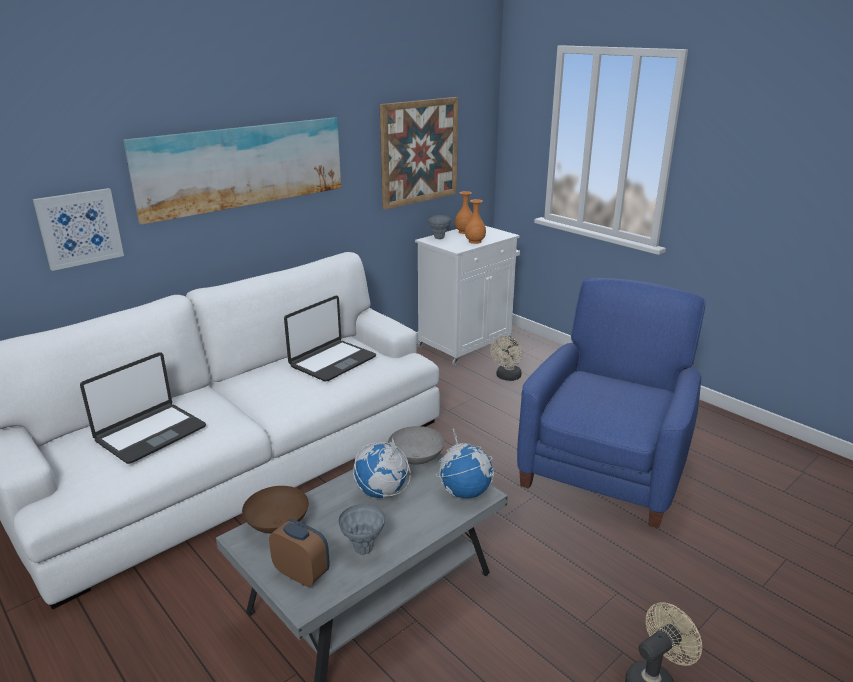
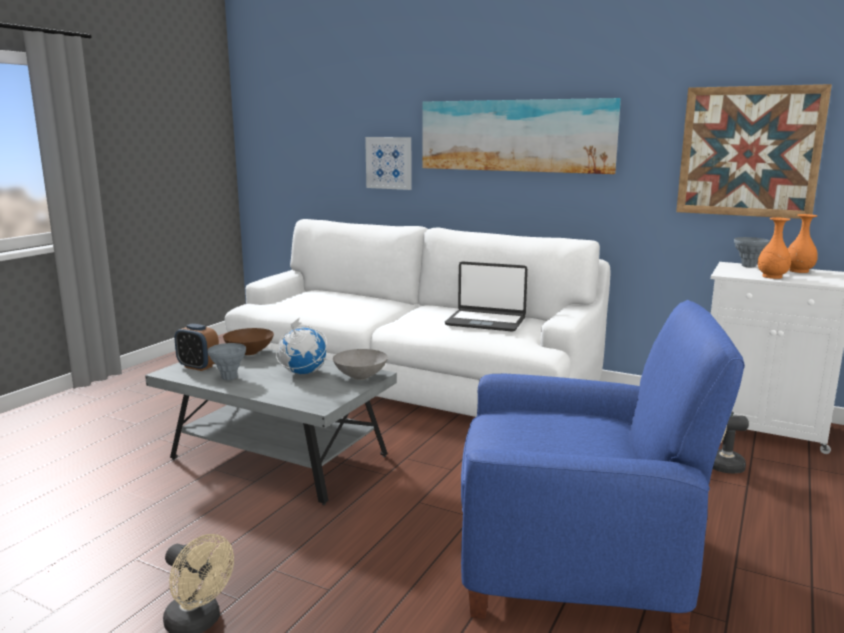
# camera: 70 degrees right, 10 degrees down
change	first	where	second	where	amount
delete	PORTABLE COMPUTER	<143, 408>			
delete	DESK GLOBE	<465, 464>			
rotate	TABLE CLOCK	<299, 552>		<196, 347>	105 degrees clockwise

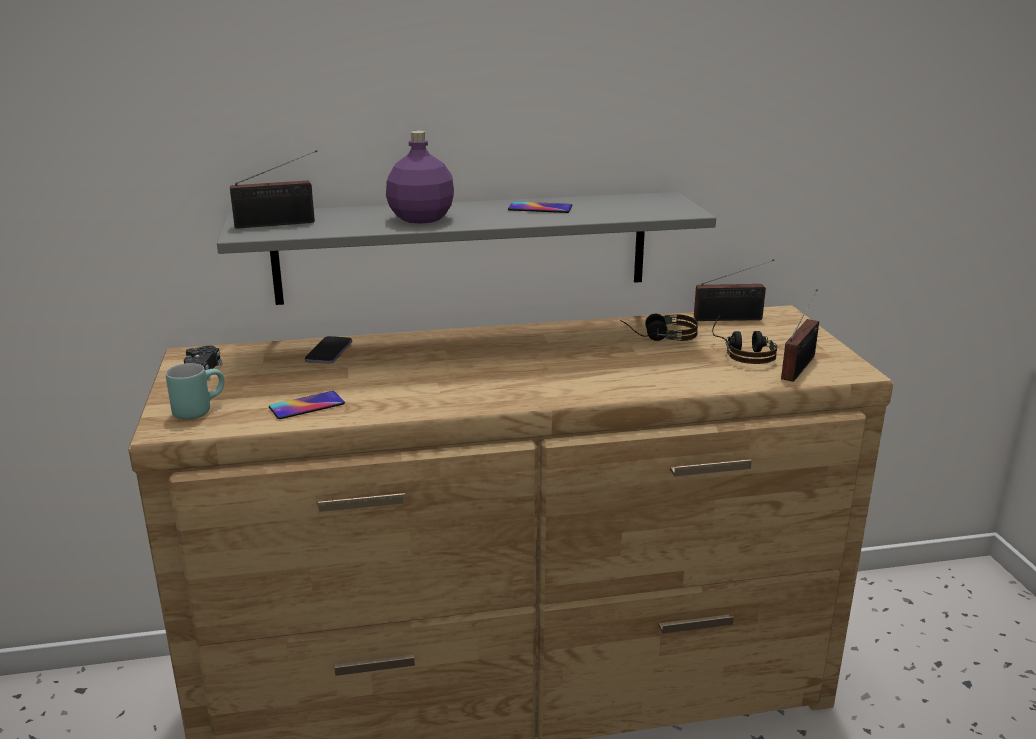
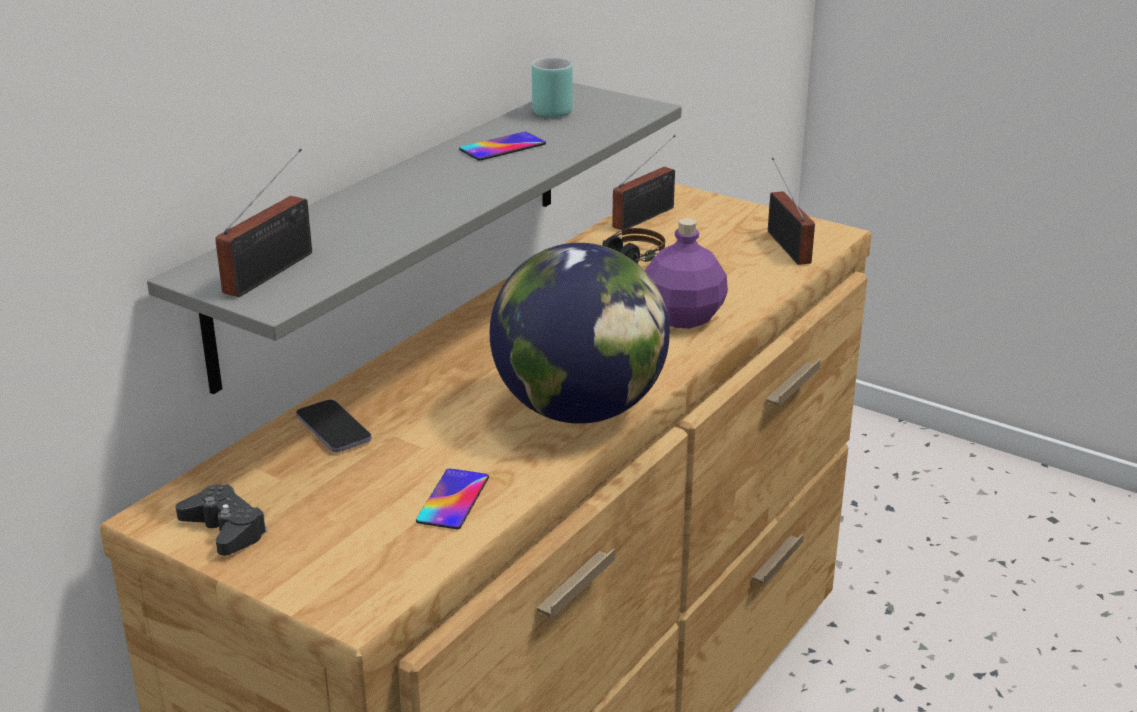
# camera: 45 degrees left, 5 degrees up
change	first	where	second	where	amount
move	PURPLE-COLOURED BEVERAGE BOTTLE	<420, 177>		<686, 273>	
delete	HEADPHONES	<745, 339>			
move	TURQUOISE TEA MUG	<195, 391>		<552, 87>	
insert			DESK GLOBE	<580, 333>	

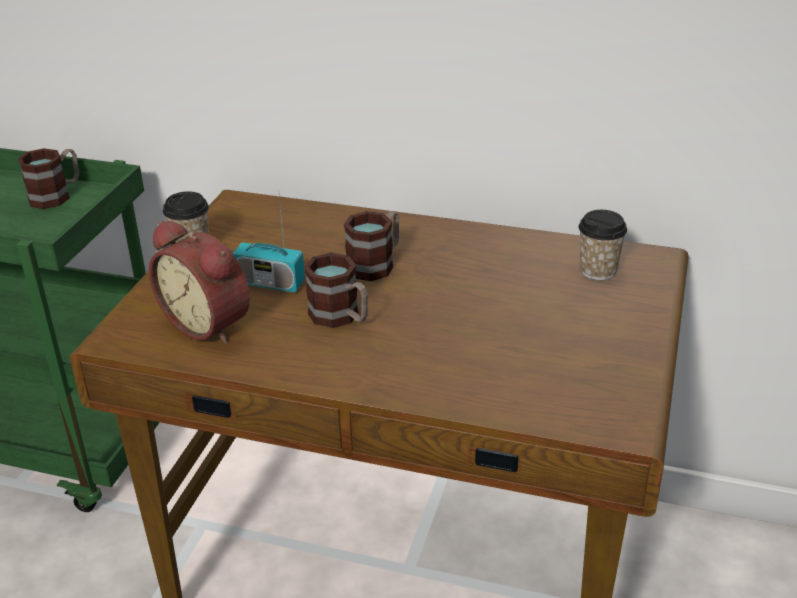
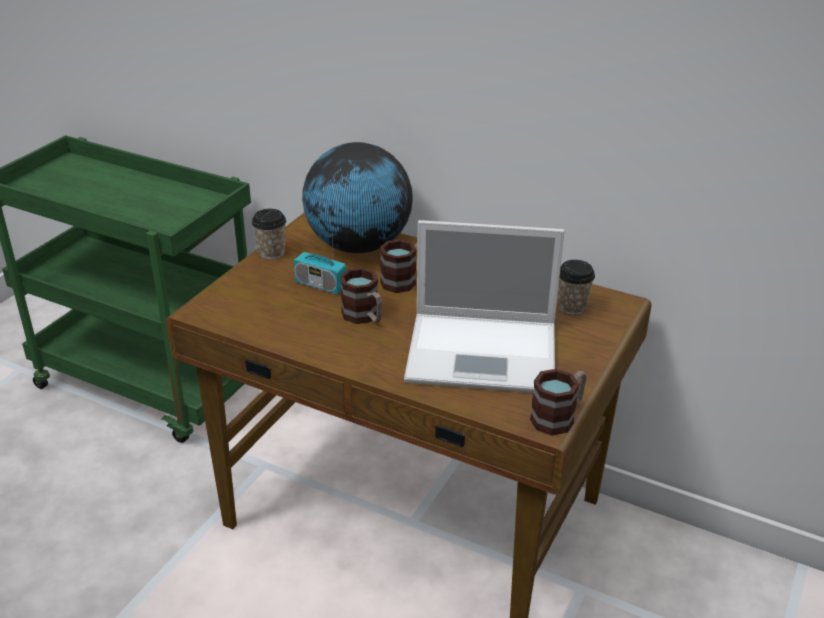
# camera: 10 degrees right, 0 degrees up
change	first	where	second	where	amount
move	TEA MUG	<48, 178>		<558, 402>	
delete	TABLE CLOCK	<199, 282>			
insert			DESK GLOBE	<357, 197>	
insert			PORTABLE COMPUTER	<484, 306>	

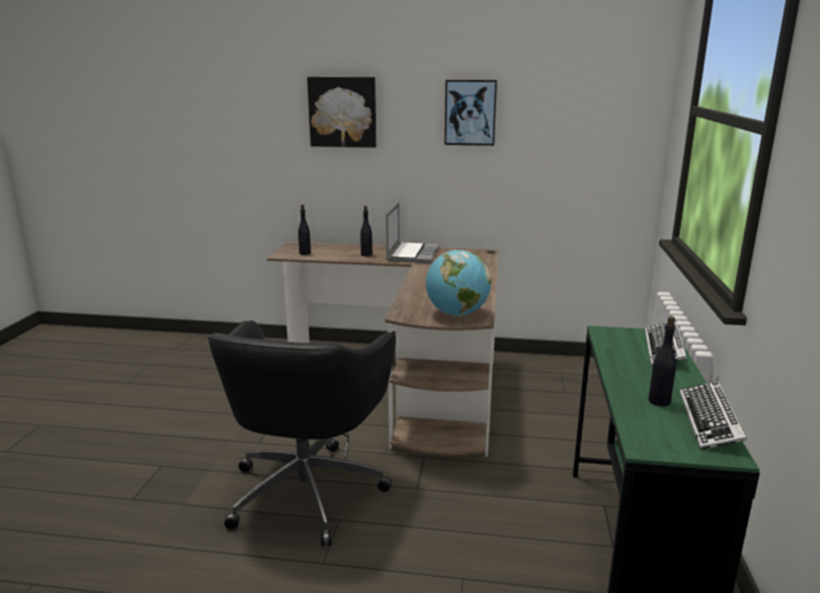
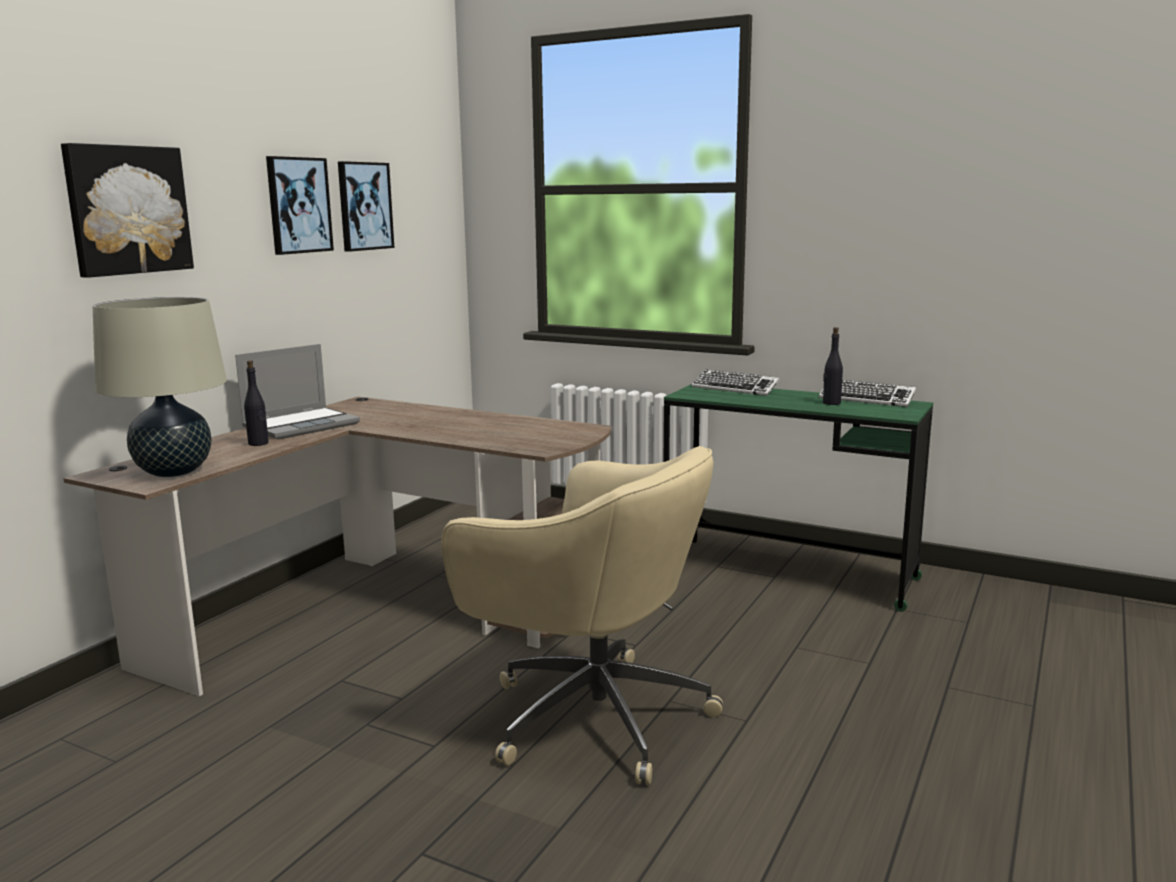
# camera: 70 degrees left, 5 degrees down
change	first	where	second	where	amount
rotate	PORTABLE COMPUTER	<412, 232>		<297, 392>	105 degrees clockwise
replace	BLACKISH BEVERAGE BOTTLE	<304, 230>	SAND-COLOURED LAMP FOR A TABLE	<160, 387>	
delete	DESK GLOBE	<458, 283>			
recolor	BLACKISH OFFICE CHAIR	<302, 433>	SAND-COLOURED OFFICE CHAIR	<582, 615>	
insert			WALL ART	<366, 206>	

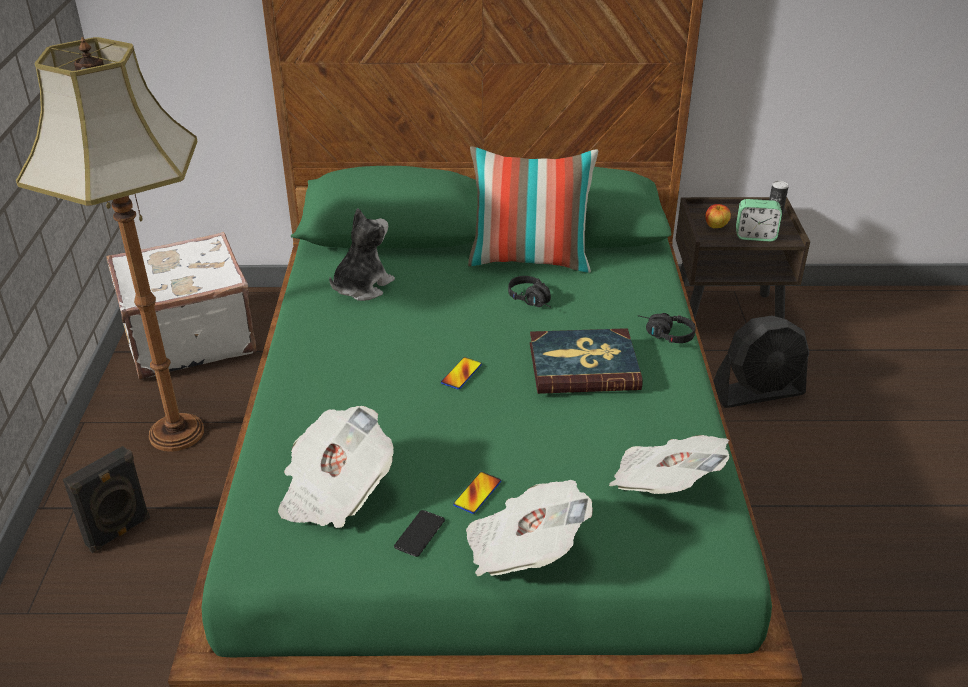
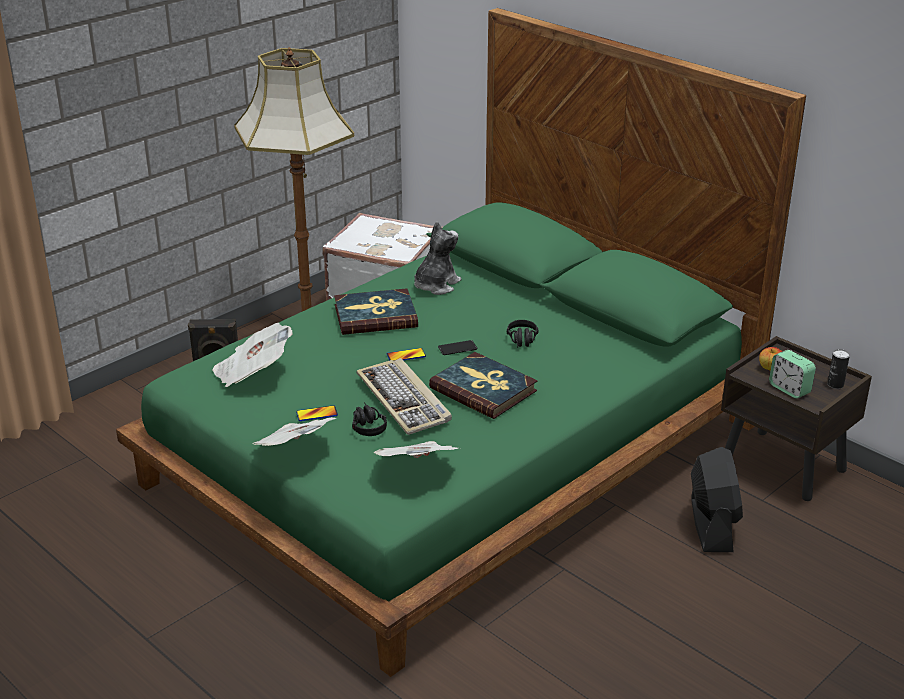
# camera: 45 degrees right, 5 degrees down
change	first	where	second	where	amount
delete	PILLOW	<533, 209>			
rotate	CUDDLY TOY	<362, 254>		<438, 258>	45 degrees counterclockwise
move	BLACKISH HEADPHONES	<667, 328>		<369, 419>	
rotate	BLACKISH ELECTRIC FAN	<761, 362>		<717, 499>	120 degrees counterclockwise
move	PHONE	<419, 533>		<457, 347>	
insert			BOOK	<376, 311>	
insert			KEYBOARD	<404, 396>	

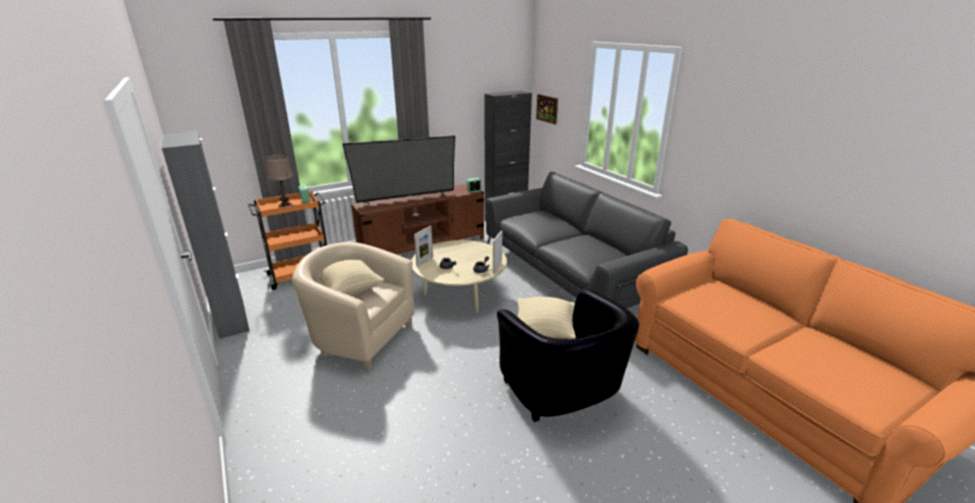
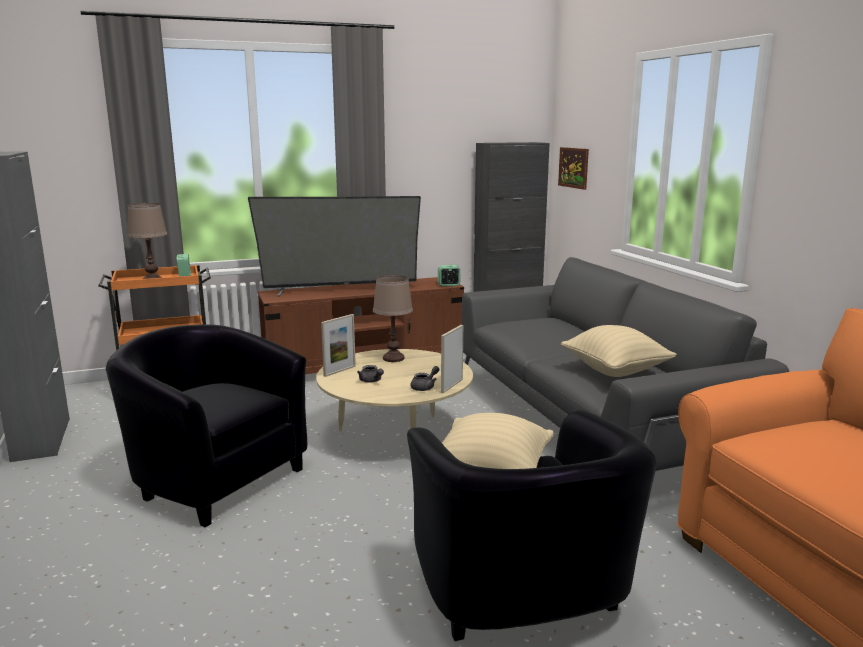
# camera: 10 degrees right, 10 degrees down
change	first	where	second	where	amount
recolor	SAND-COLOURED LOUNGE CHAIR	<353, 306>	BLACKISH LOUNGE CHAIR	<206, 426>	
move	SAND-COLOURED PILLOW	<351, 278>		<619, 351>	
insert			BROWN-COLOURED LAMP FOR A TABLE	<393, 318>	

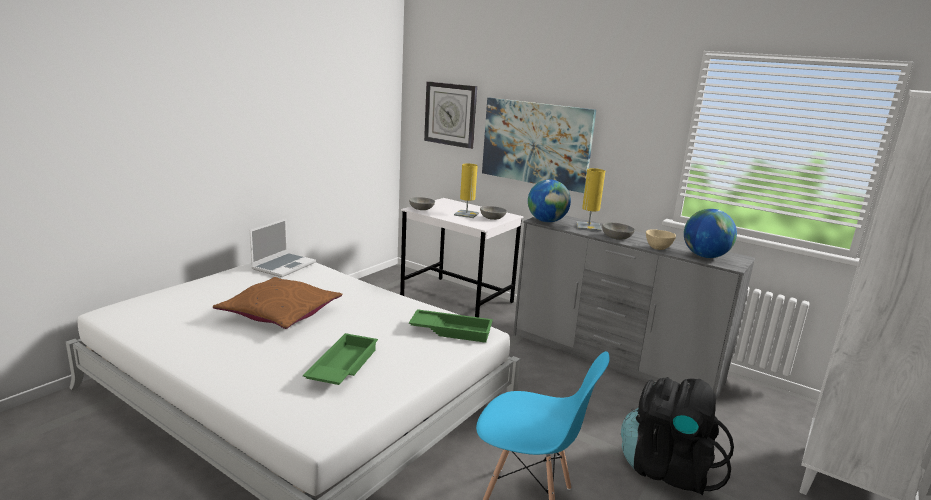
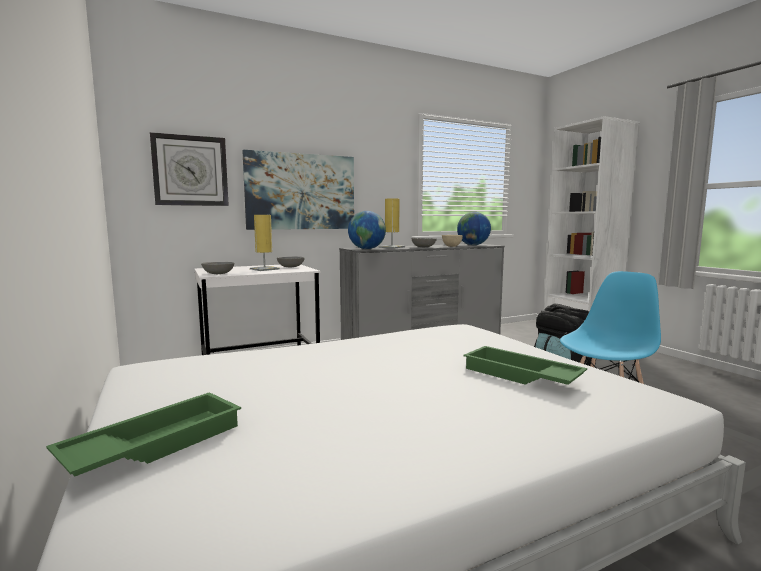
# camera: 60 degrees left, 10 degrees down
change	first	where	second	where	amount
delete	PORTABLE COMPUTER	<283, 248>			
delete	BROWN-COLOURED PILLOW	<277, 303>			
move	GREEN SERVING TRAY	<451, 326>		<143, 434>	

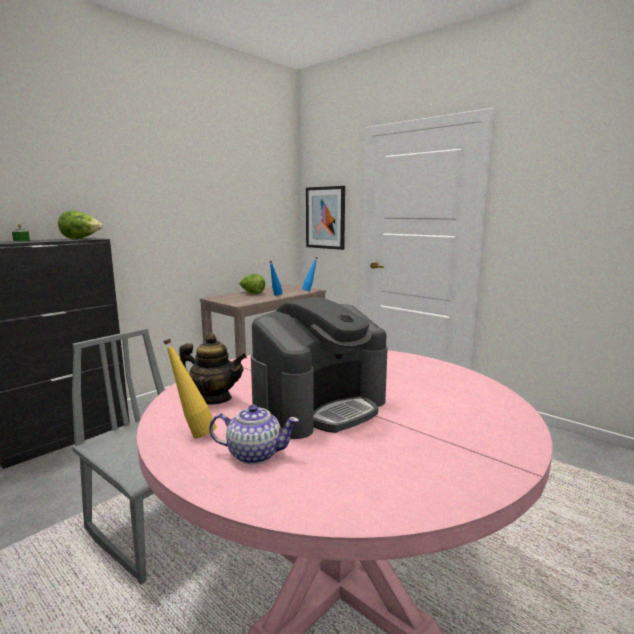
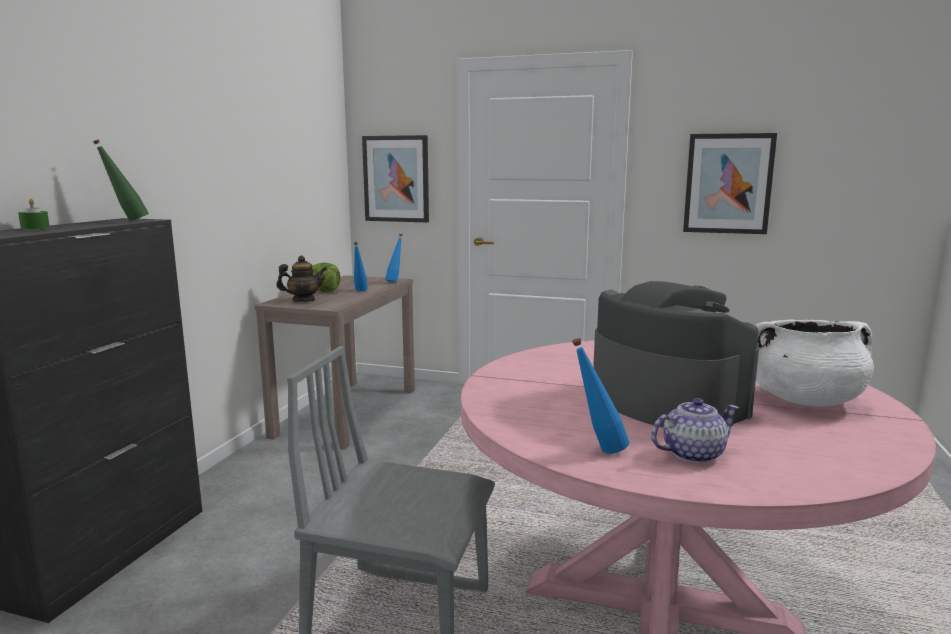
# camera: 25 degrees left, 0 degrees up
change	first	where	second	where	amount
replace	LETTUCE HEAD	<80, 225>	GREEN BEVERAGE BOTTLE	<121, 180>	
rotate	COFFEE MACHINE	<319, 368>		<676, 354>	60 degrees counterclockwise
move	POT FOR TEA	<213, 368>		<301, 278>	
recolor	YELLOW BEVERAGE BOTTLE	<190, 389>	BLUE BEVERAGE BOTTLE	<600, 396>	
insert			WALL ART	<730, 183>	
insert			WHITE-COLOURED COOKING POT	<814, 363>	

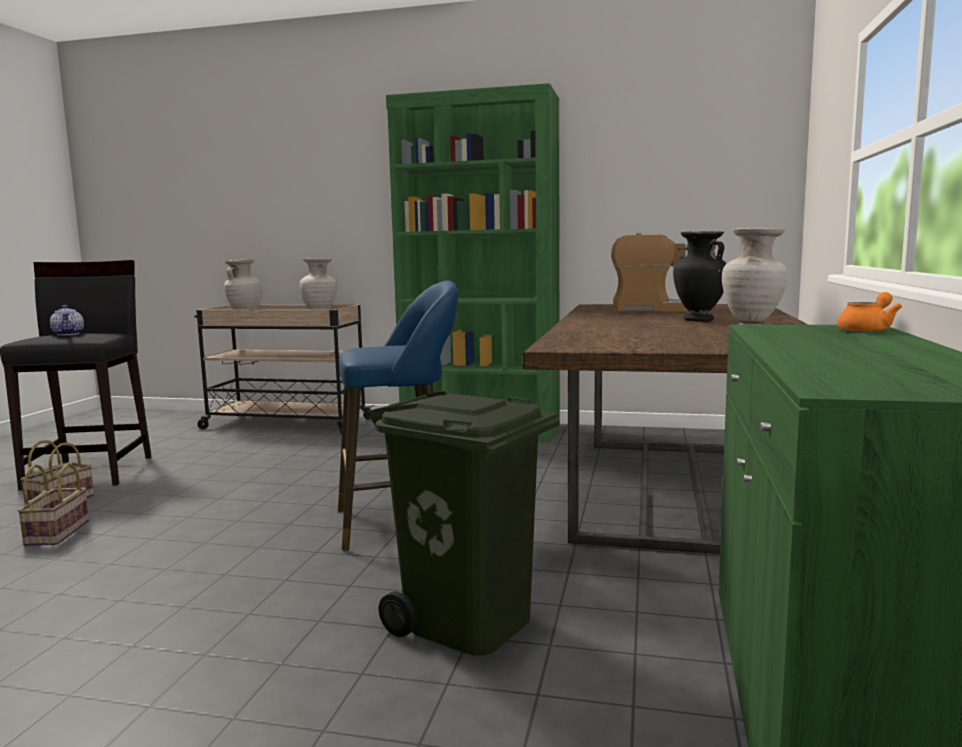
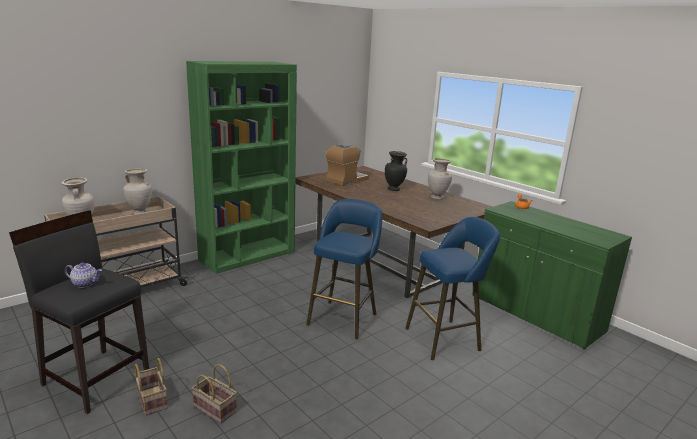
# camera: 55 degrees left, 10 degrees up
change	first	where	second	where	amount
replace	GREEN RUBBISH BIN	<463, 523>	BLUE SITTING STOOL	<452, 288>	

